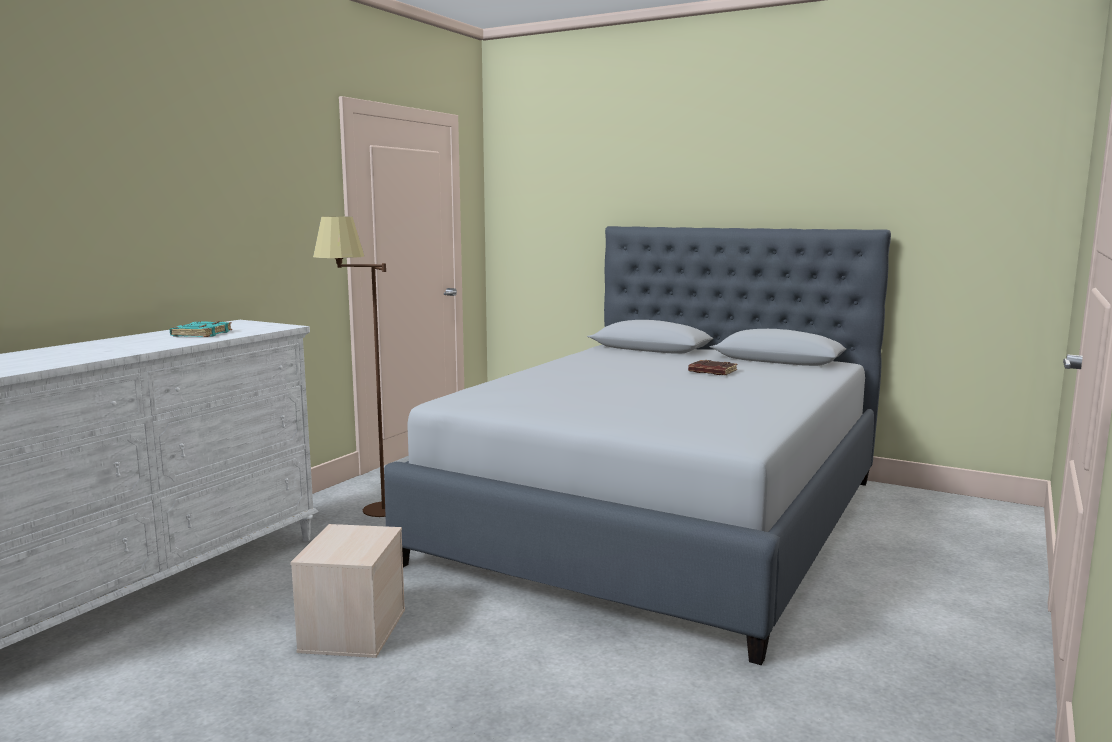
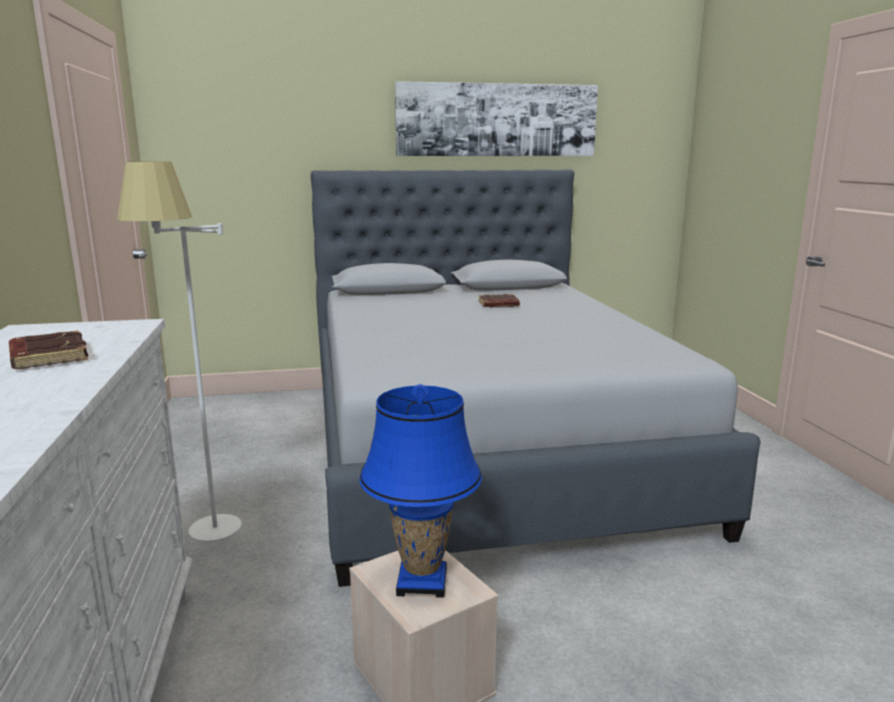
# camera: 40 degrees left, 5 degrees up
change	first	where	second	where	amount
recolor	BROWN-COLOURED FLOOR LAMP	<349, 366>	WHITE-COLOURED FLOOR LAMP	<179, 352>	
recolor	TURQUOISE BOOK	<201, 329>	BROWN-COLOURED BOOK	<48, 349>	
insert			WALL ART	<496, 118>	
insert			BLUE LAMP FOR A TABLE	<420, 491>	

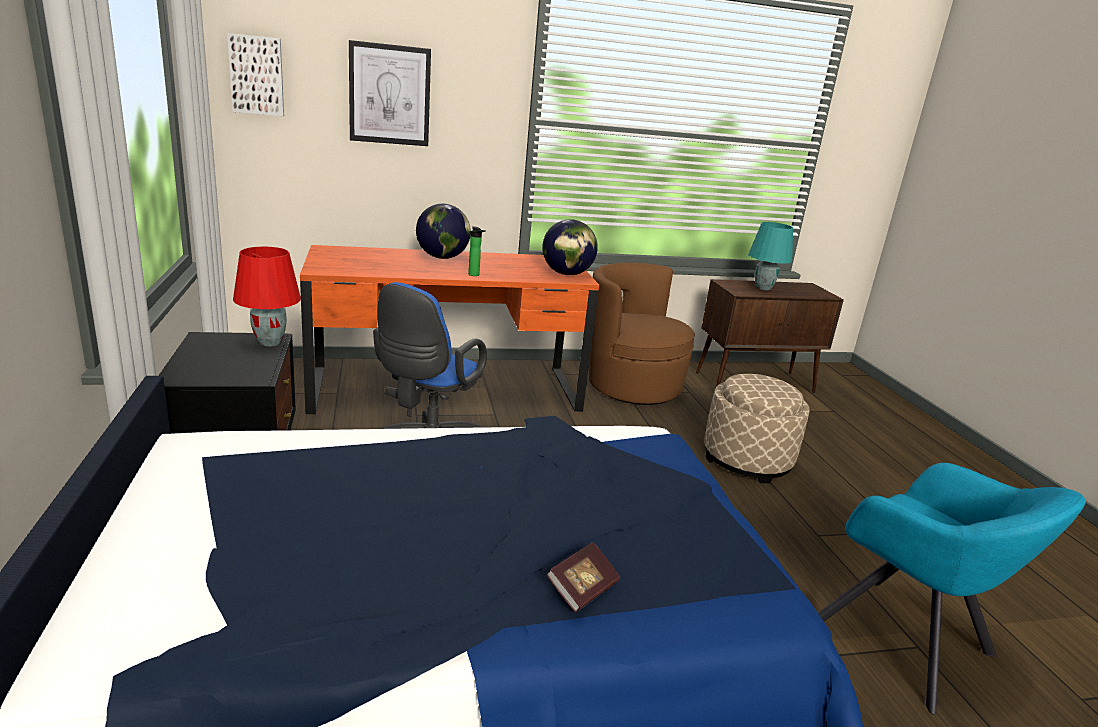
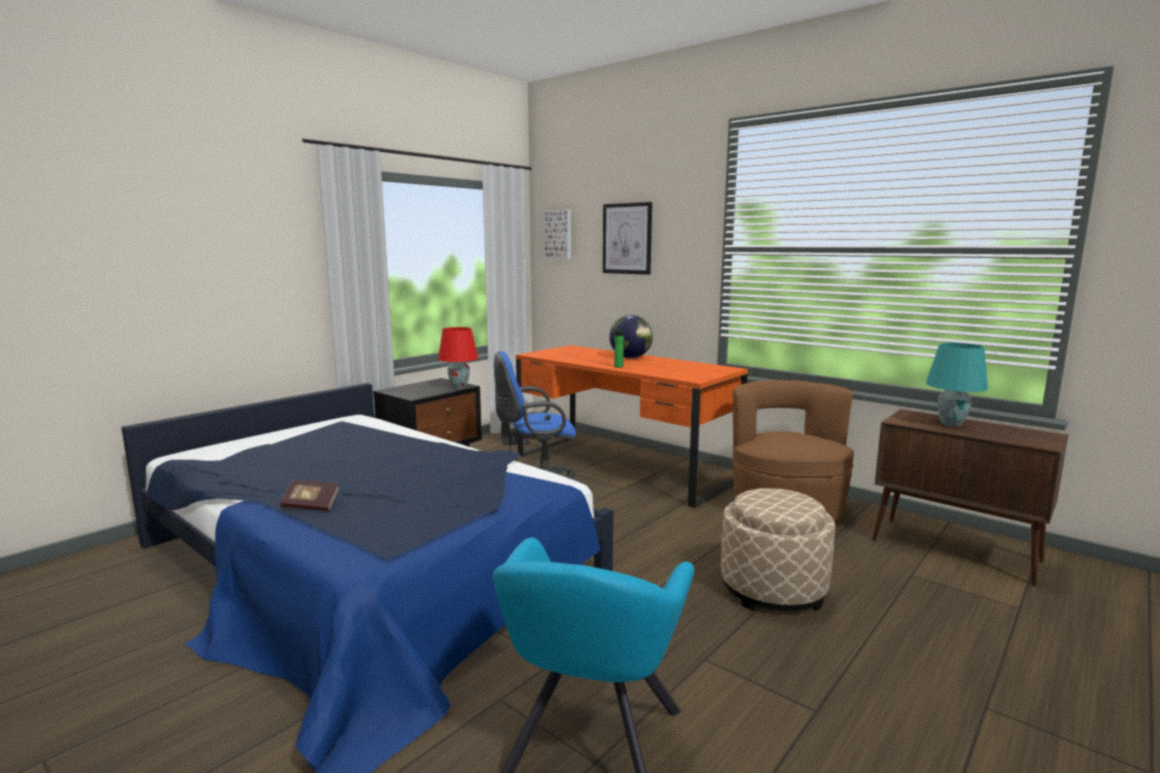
# camera: 55 degrees right, 10 degrees down
change	first	where	second	where	amount
delete	DESK GLOBE	<570, 247>			

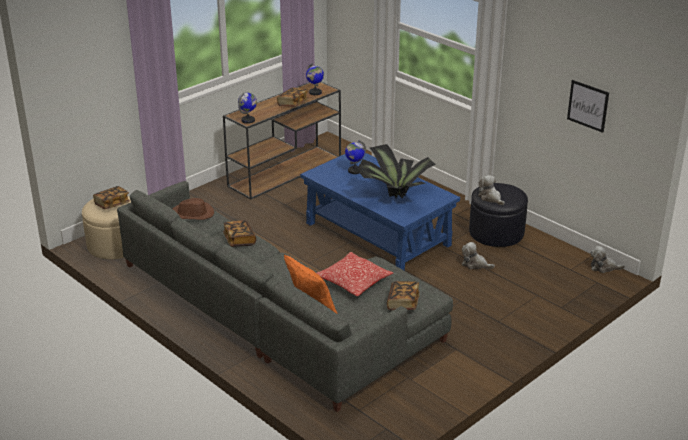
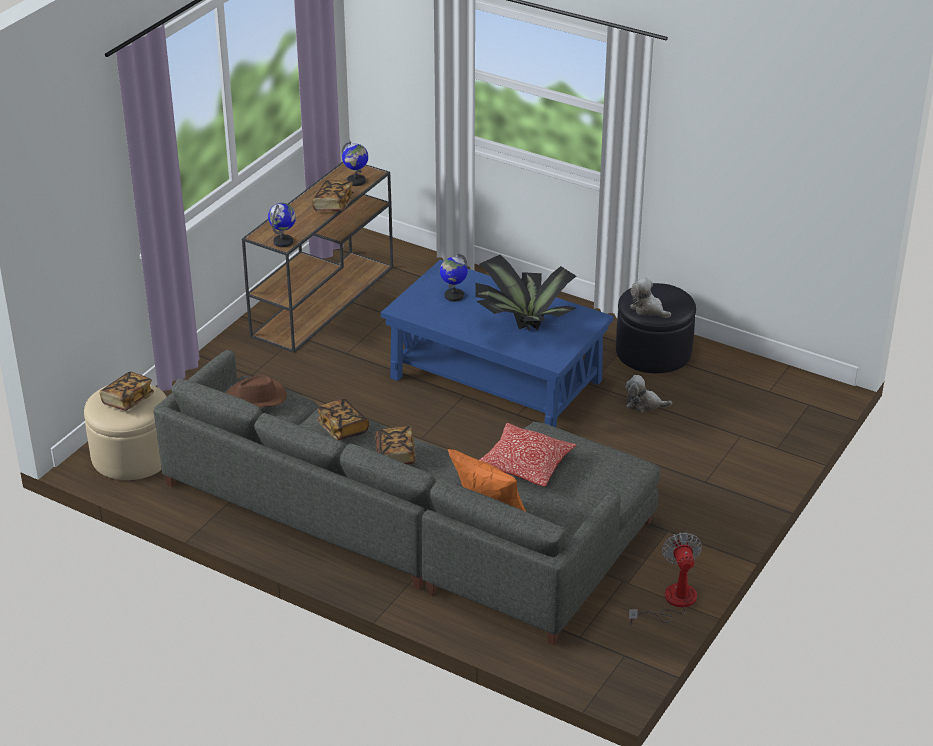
# camera: 15 degrees left, 5 degrees up
change	first	where	second	where	amount
delete	WALL ART	<588, 106>			
delete	CUDDLY TOY	<608, 259>			
move	BOOK	<403, 295>		<395, 445>	
insert			ELECTRIC FAN	<665, 579>	

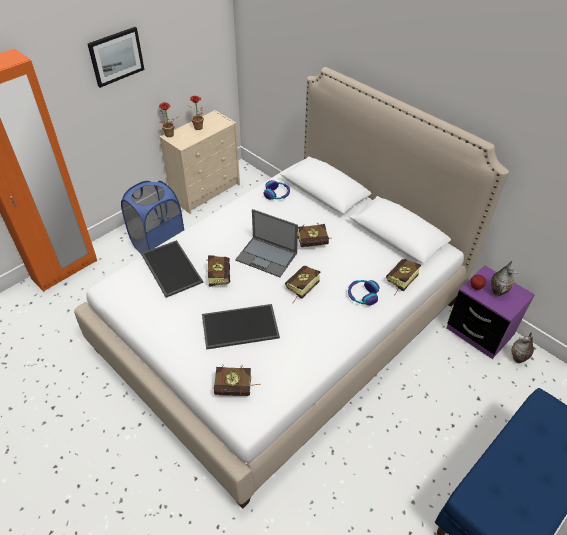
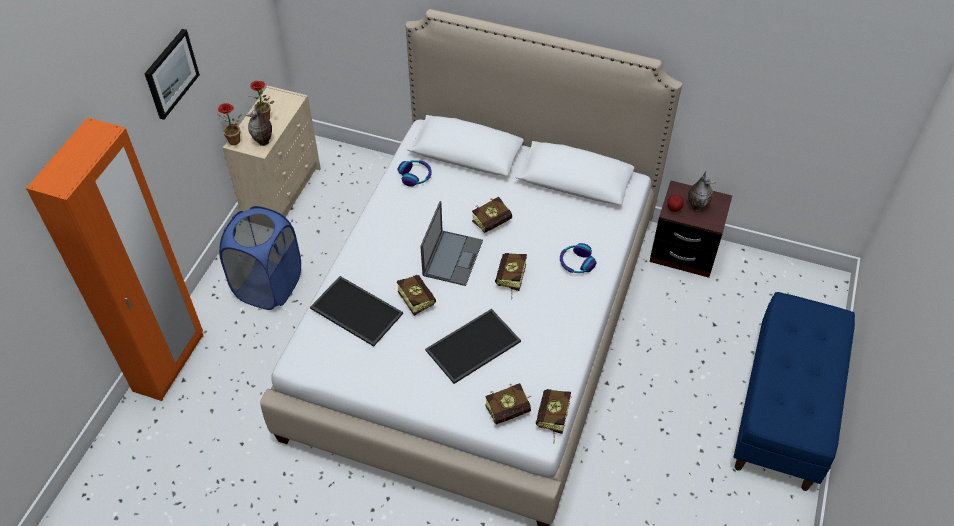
# camera: 25 degrees left, 5 degrees up
change	first	where	second	where	amount
rotate	PORTABLE COMPUTER	<266, 243>		<451, 243>	75 degrees counterclockwise
move	BOOK	<403, 277>		<554, 416>	
recolor	PURPLE-COLOURED NIGHTSTAND	<490, 312>	BROWN-COLOURED NIGHTSTAND	<690, 229>	
move	VASE	<523, 347>		<259, 125>	

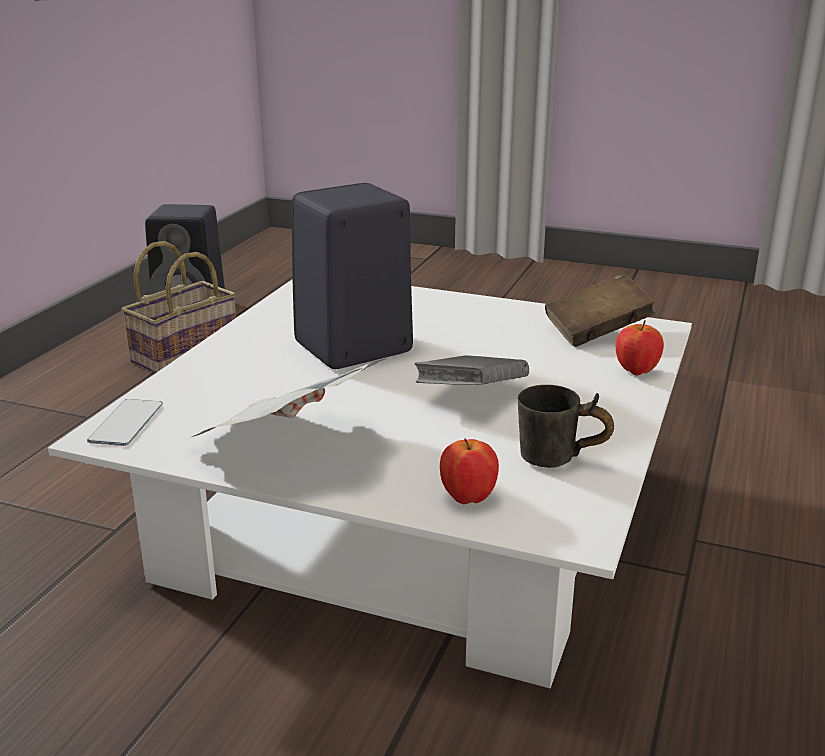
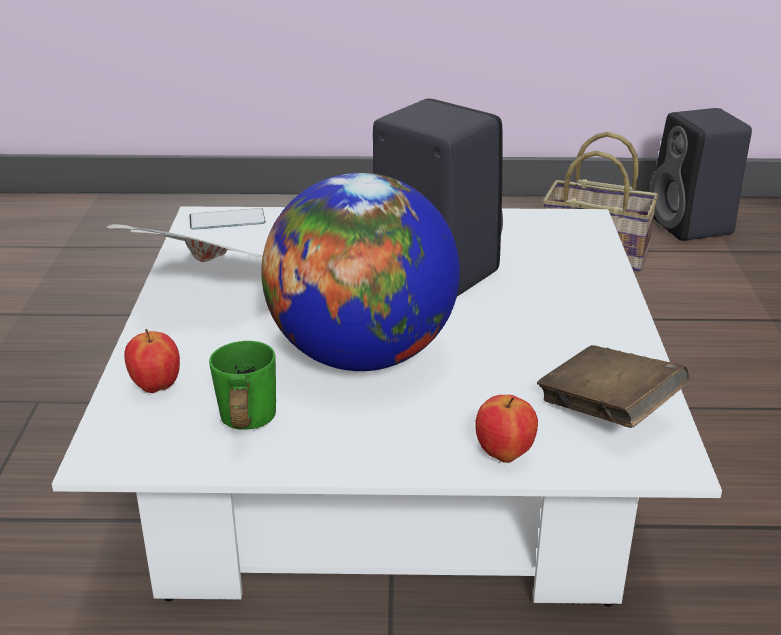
# camera: 70 degrees right, 5 degrees up
change	first	where	second	where	amount
replace	GREY BOOK	<472, 370>	DESK GLOBE	<360, 272>	
recolor	GREY TEA MUG	<566, 426>	GREEN TEA MUG	<242, 385>	

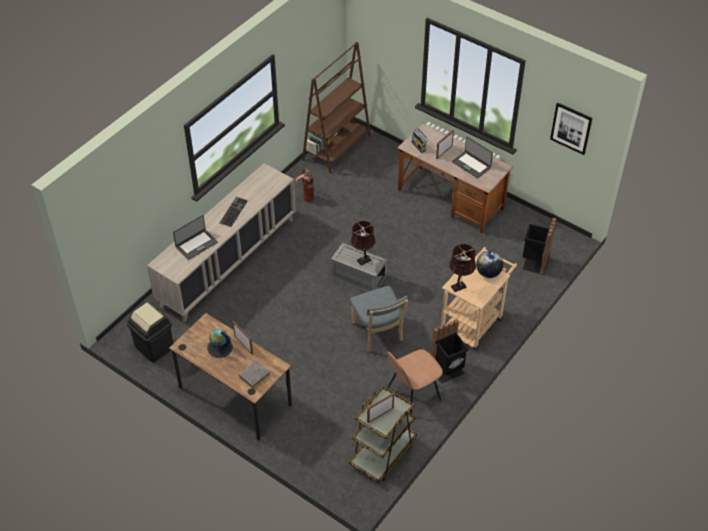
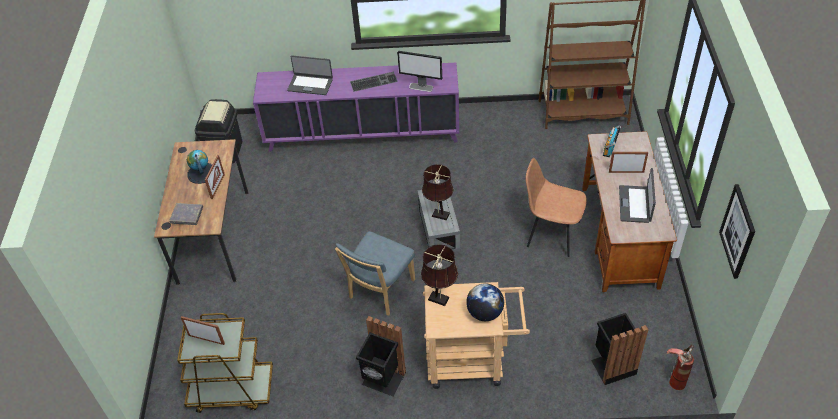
# camera: 55 degrees right, 0 degrees up
change	first	where	second	where	amount
recolor	SAND-COLOURED STORAGE CABINET	<221, 242>	PURPLE-COLOURED STORAGE CABINET	<356, 107>	
move	EXTINGUISHER	<304, 185>		<680, 367>	
move	BROWN-COLOURED PLAIN CHAIR	<415, 383>		<556, 207>	
insert			MONITOR	<419, 71>	

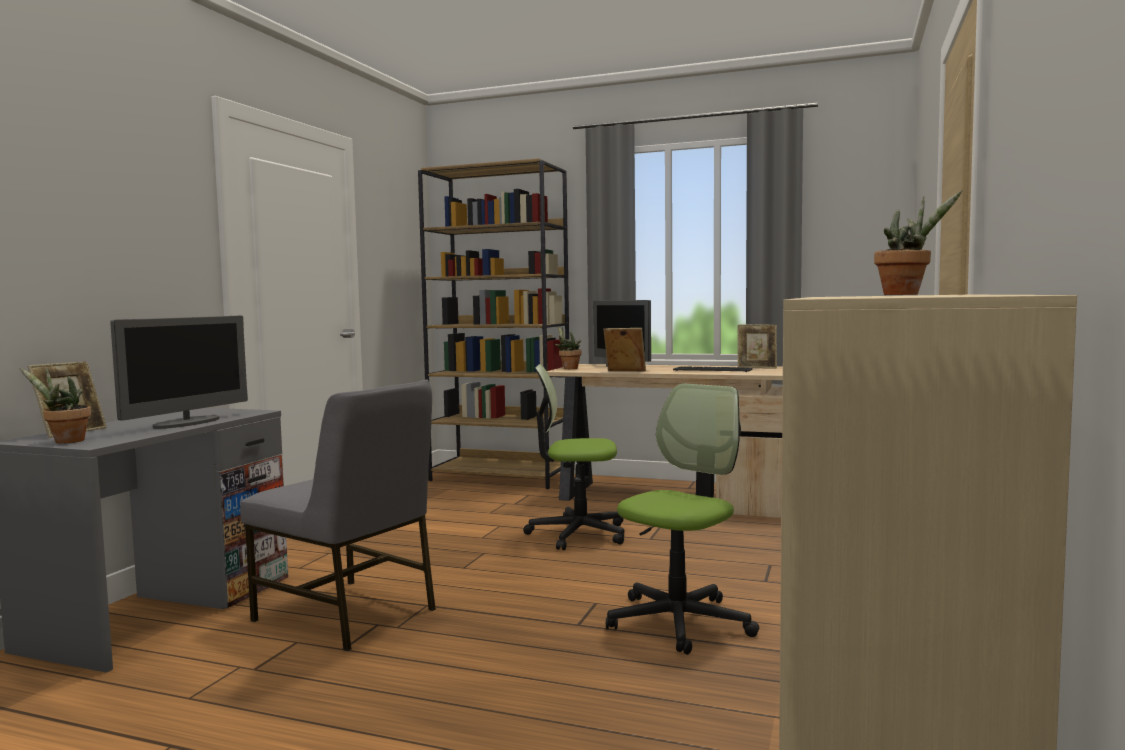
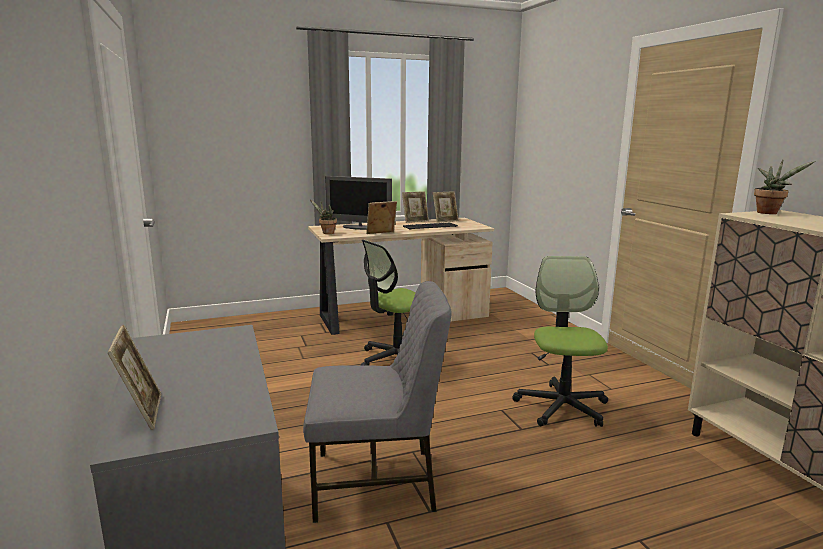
# camera: 40 degrees left, 10 degrees up
change	first	where	second	where	amount
delete	BROWN-COLOURED SHELVING UNIT	<493, 323>			
delete	MONITOR	<179, 372>			
delete	HOUSEPLANT	<55, 405>			
insert			STANDING FRAME	<415, 207>	

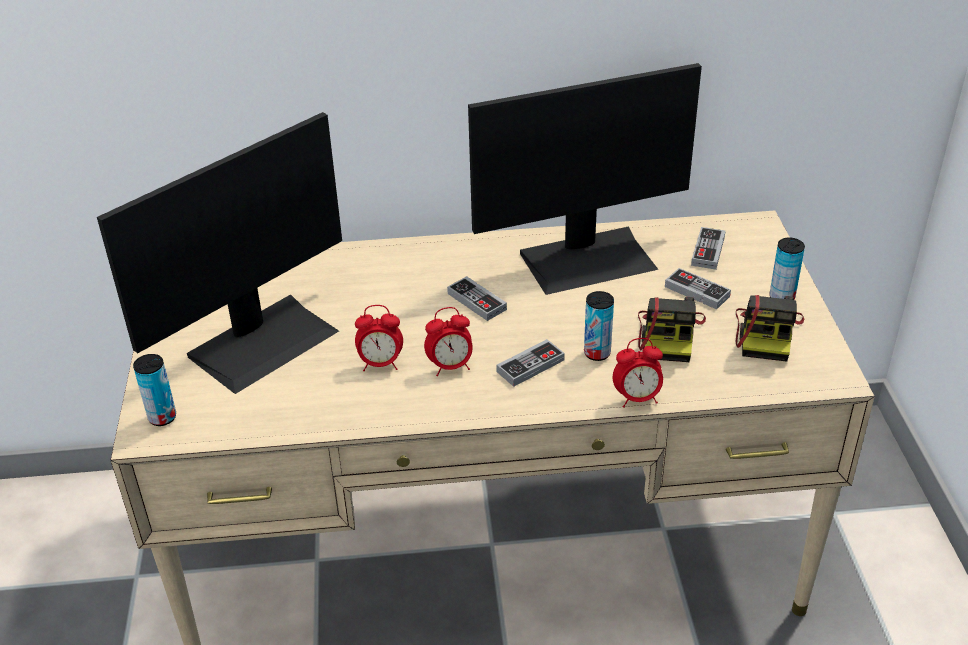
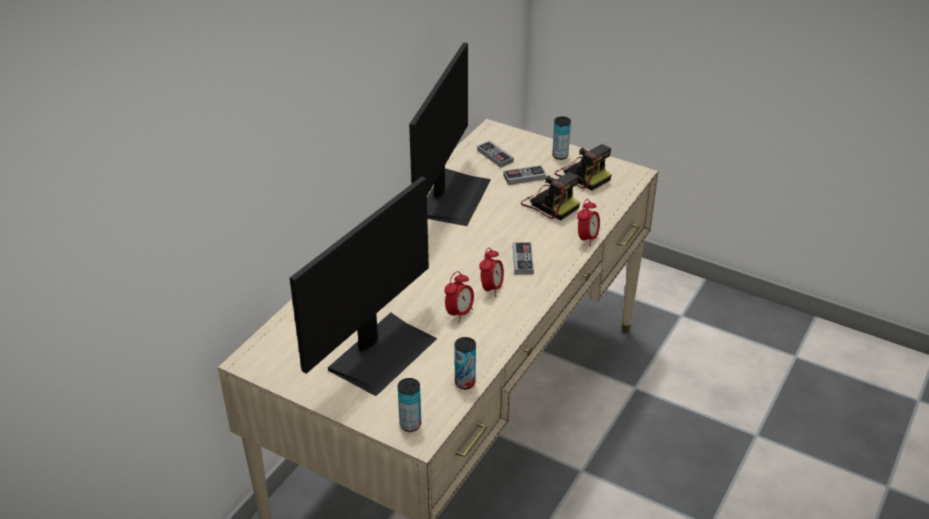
# camera: 55 degrees left, 0 degrees up
change	first	where	second	where	amount
rotate	MONITOR	<219, 253>		<364, 286>	45 degrees clockwise
delete	JOYPAD	<477, 298>			
move	SEALED CAN	<599, 326>		<465, 363>	

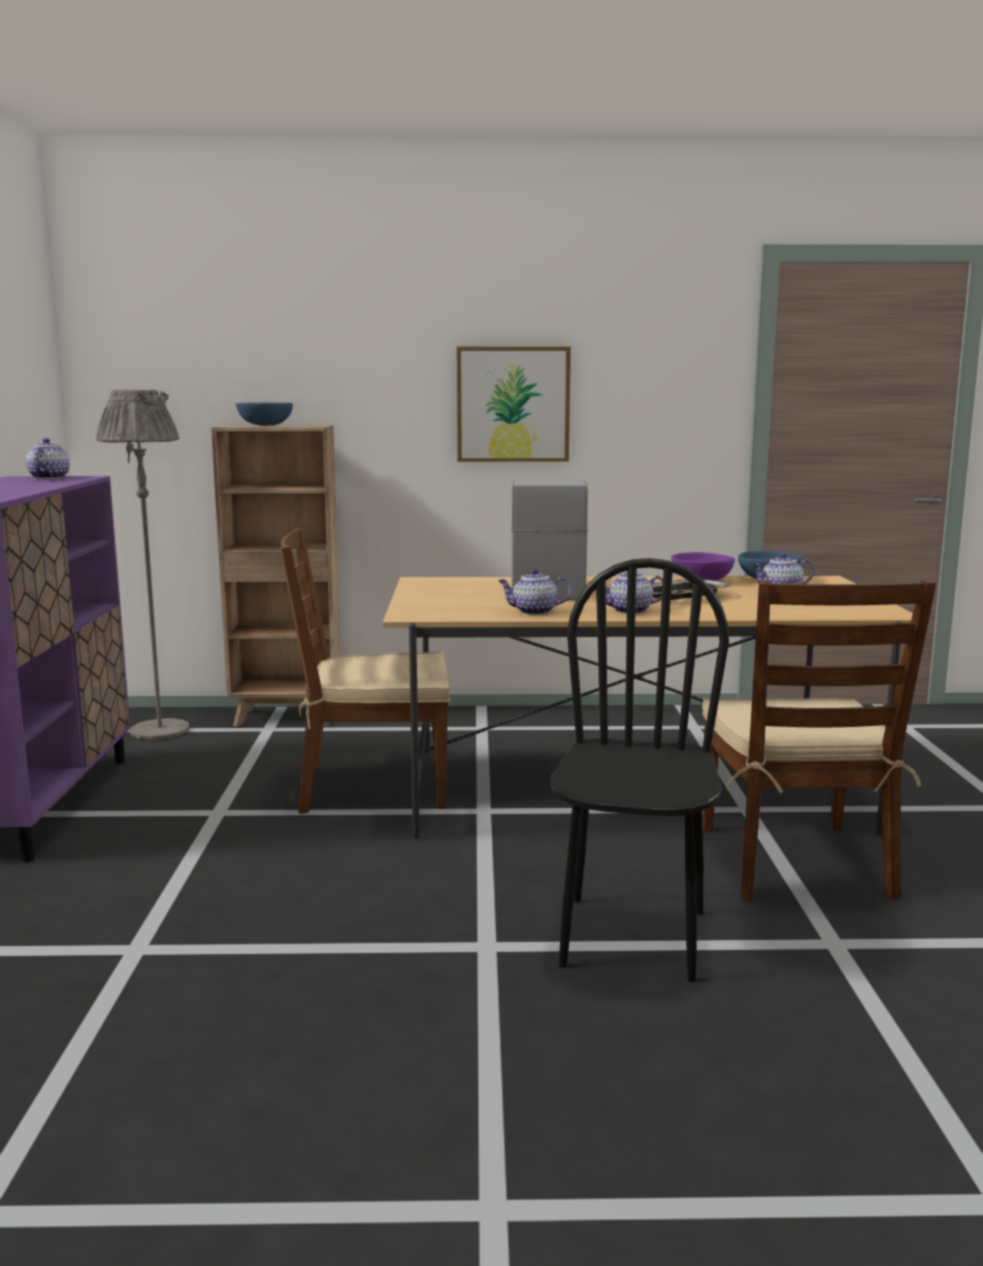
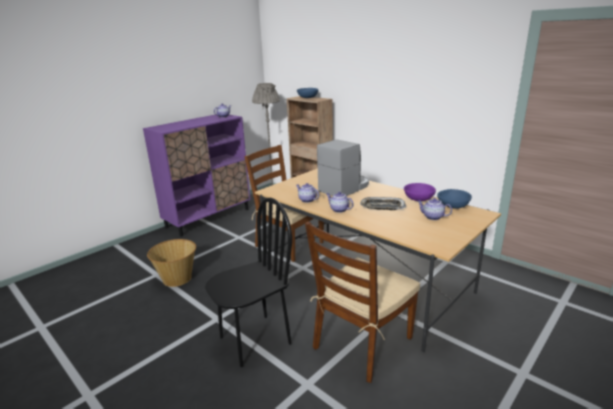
# camera: 45 degrees right, 10 degrees up
change	first	where	second	where	amount
delete	WALL ART	<514, 404>			
insert			HOUSEHOLD BASKET	<171, 263>	

